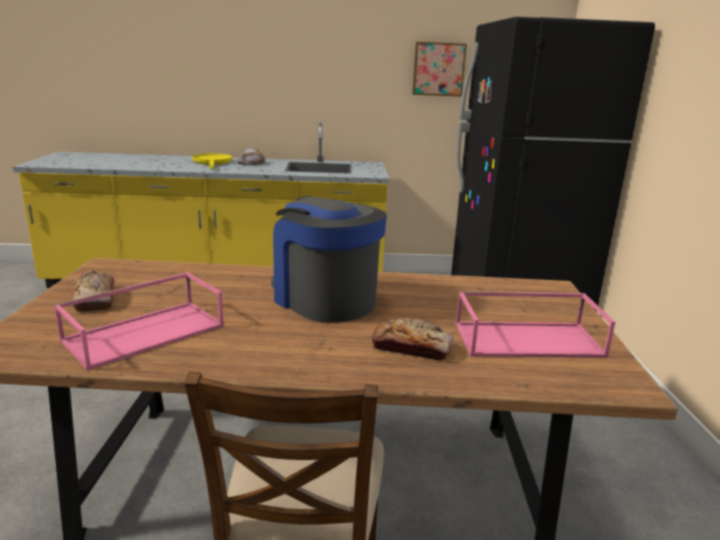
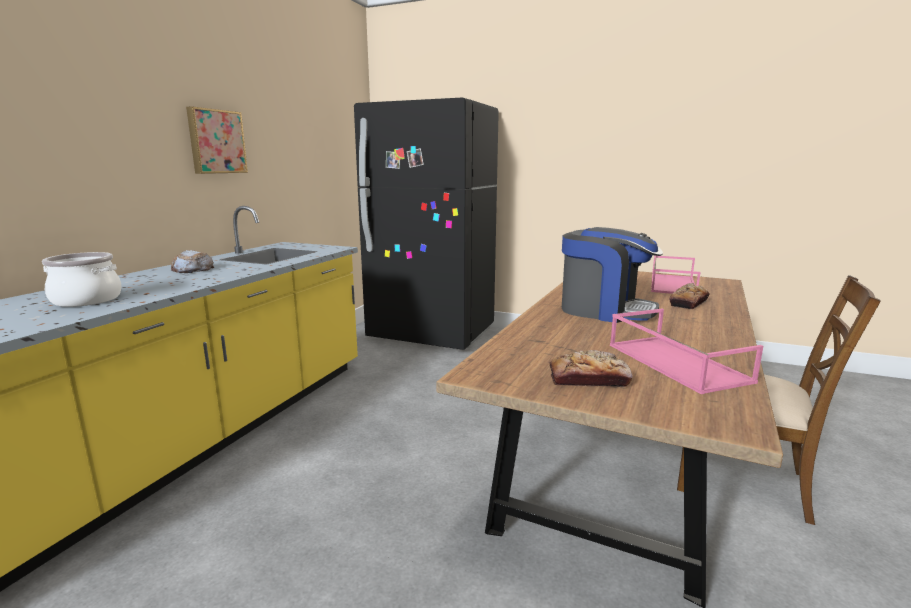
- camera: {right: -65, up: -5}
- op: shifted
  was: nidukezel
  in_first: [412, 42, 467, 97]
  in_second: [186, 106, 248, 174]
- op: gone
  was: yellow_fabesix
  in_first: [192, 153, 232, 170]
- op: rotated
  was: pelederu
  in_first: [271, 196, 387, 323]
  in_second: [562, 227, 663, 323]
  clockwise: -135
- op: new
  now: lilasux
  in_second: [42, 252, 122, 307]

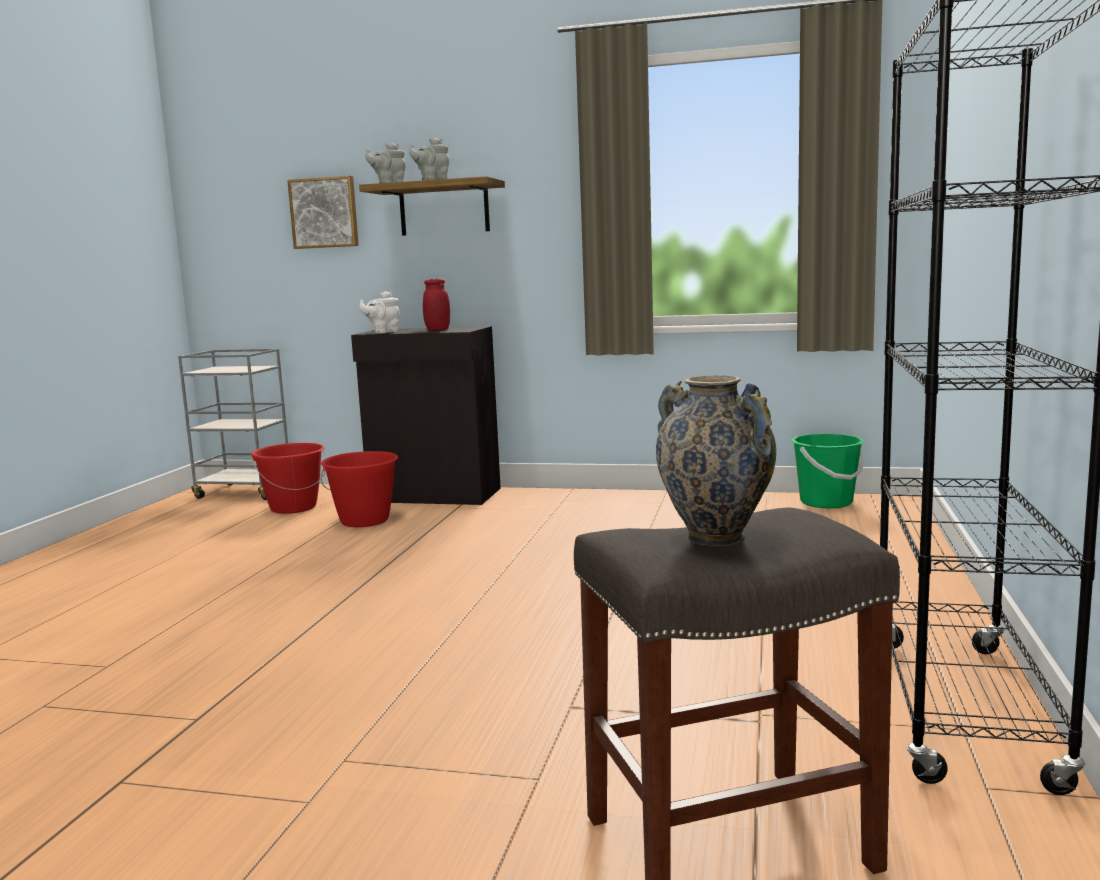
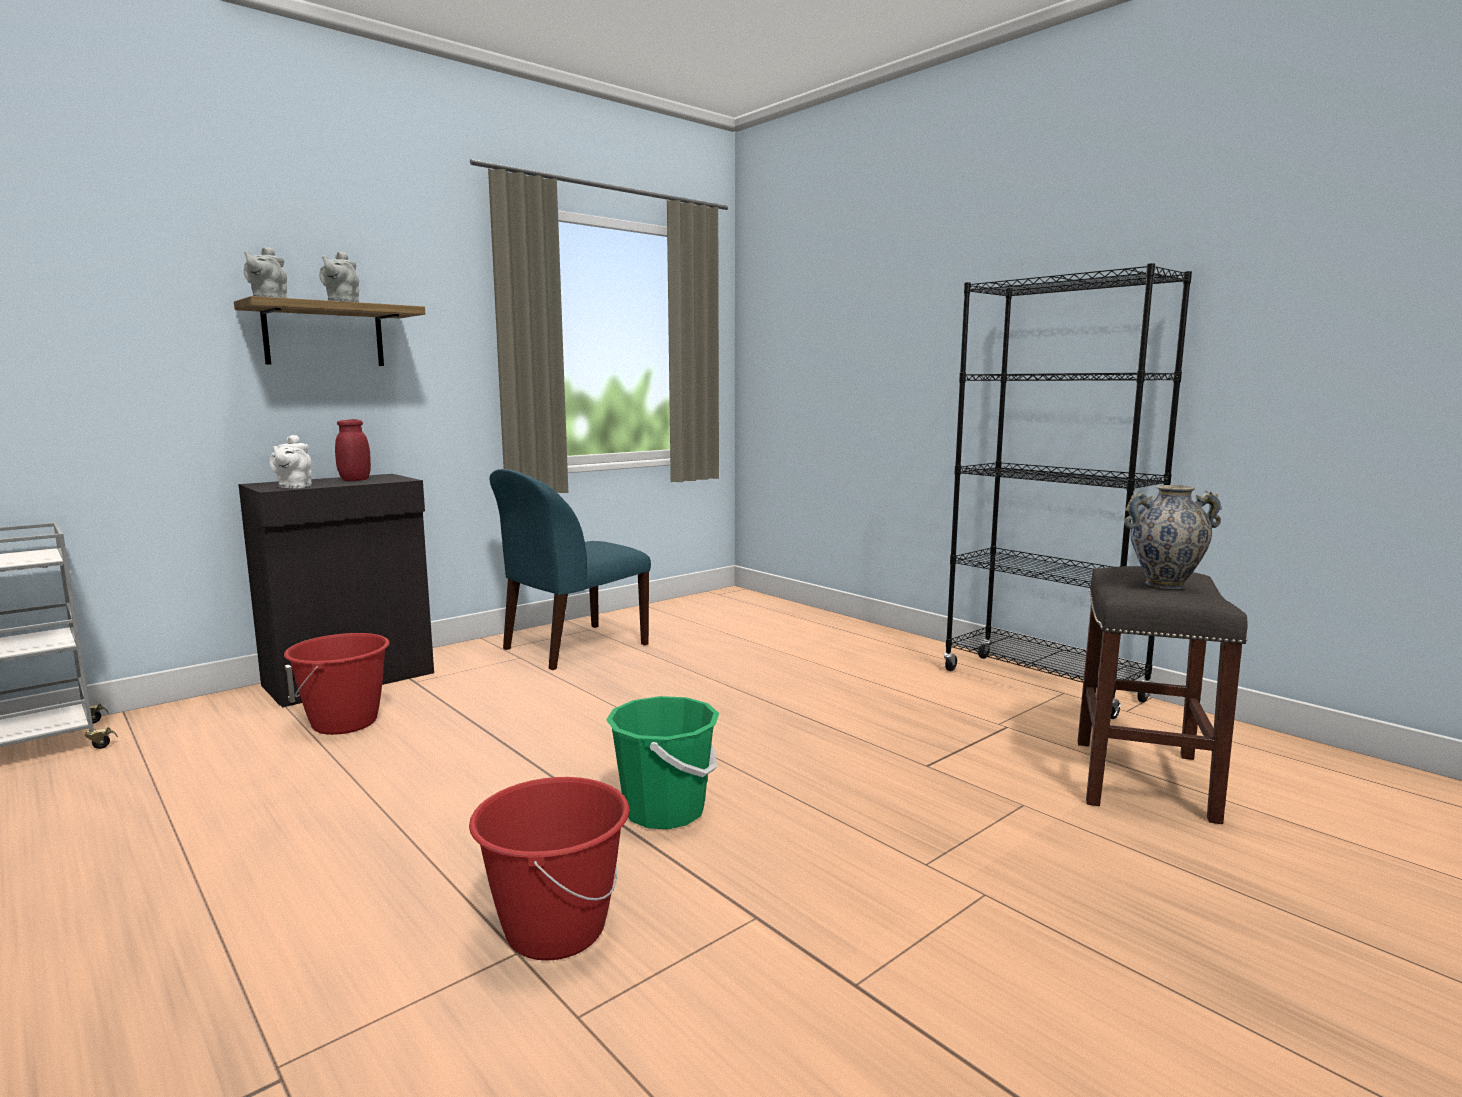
- camera: {right: -55, up: 0}
- op: gone
  was: nidukezel
  in_first: [287, 176, 359, 249]
- op: shifted
  was: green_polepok
  in_first: [791, 434, 864, 509]
  in_second: [606, 696, 719, 829]
- op: shifted
  was: red_polepok
  in_first: [251, 443, 327, 514]
  in_second: [469, 777, 630, 961]
- op: new
  now: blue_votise
  in_second: [490, 469, 651, 670]

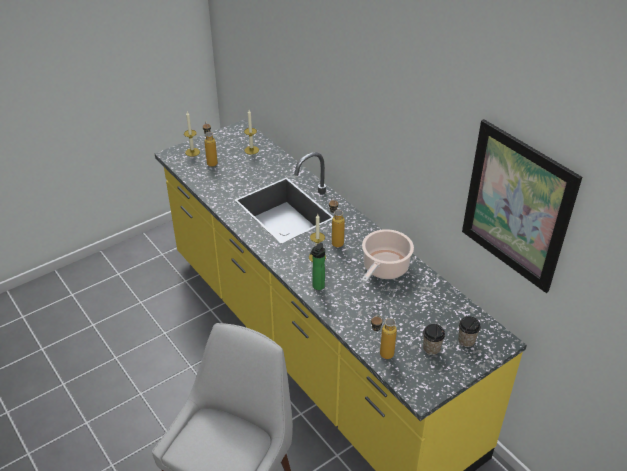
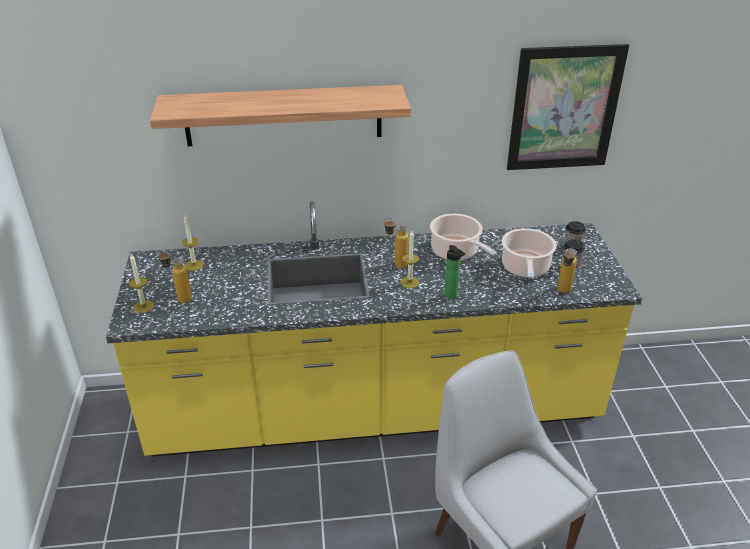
- camera: {right: -60, up: -5}
- op: new
  now: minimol
  in_second: [150, 85, 411, 146]
- op: new
  now: lilasux
  in_second: [502, 228, 557, 278]

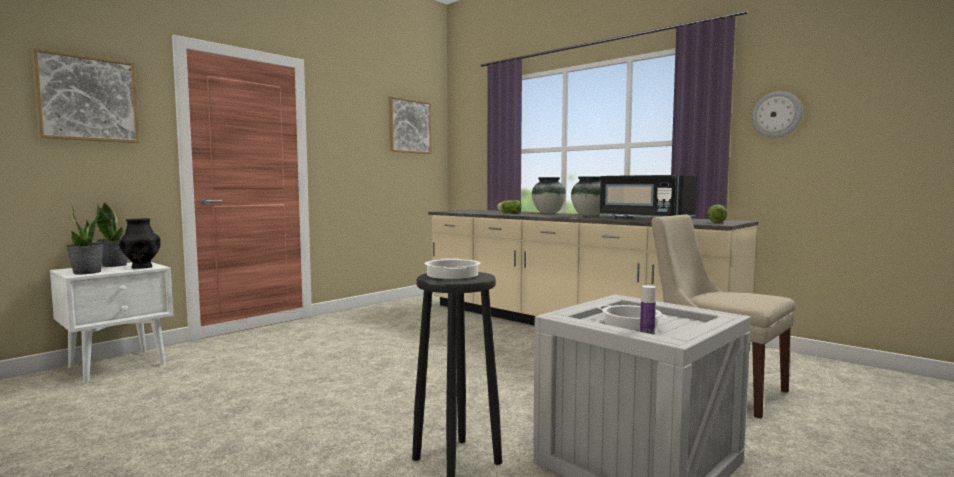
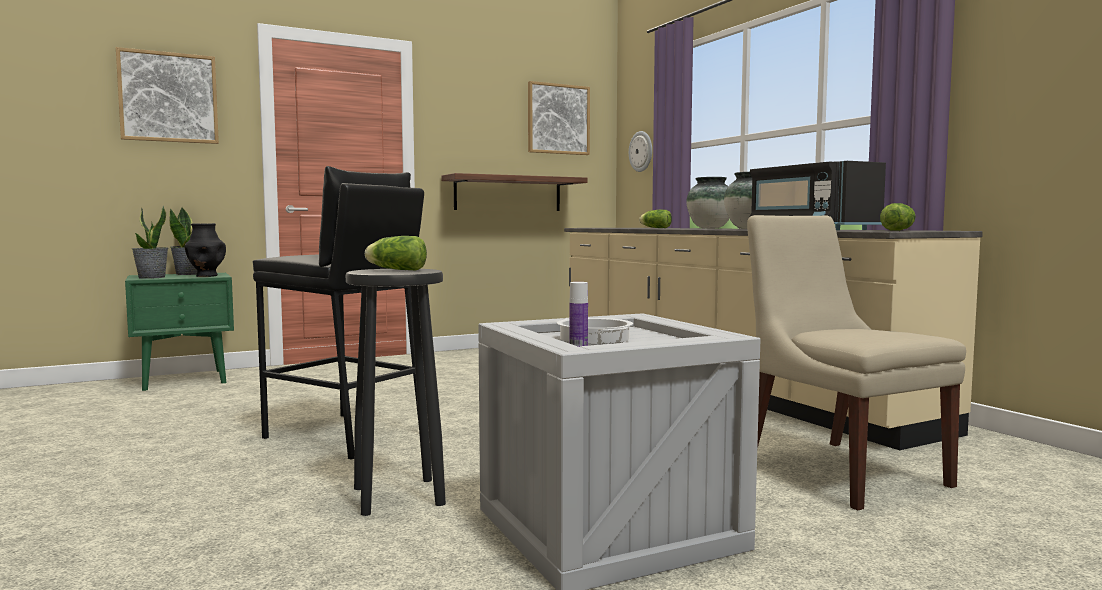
- camera: {right: 20, up: 0}
- op: shifted
  was: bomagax
  in_first: [752, 91, 803, 138]
  in_second: [629, 131, 652, 172]
- op: swapped
  was: lilasux
  now: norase
  in_first: [424, 258, 481, 279]
  in_second: [365, 236, 427, 270]
- op: repainted
  was: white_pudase
  now: green_pudase
  in_first: [50, 262, 173, 382]
  in_second: [125, 273, 234, 391]
- op: new
  now: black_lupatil
  in_second: [253, 166, 424, 460]
- op: new
  now: minimol
  in_second: [441, 173, 588, 211]

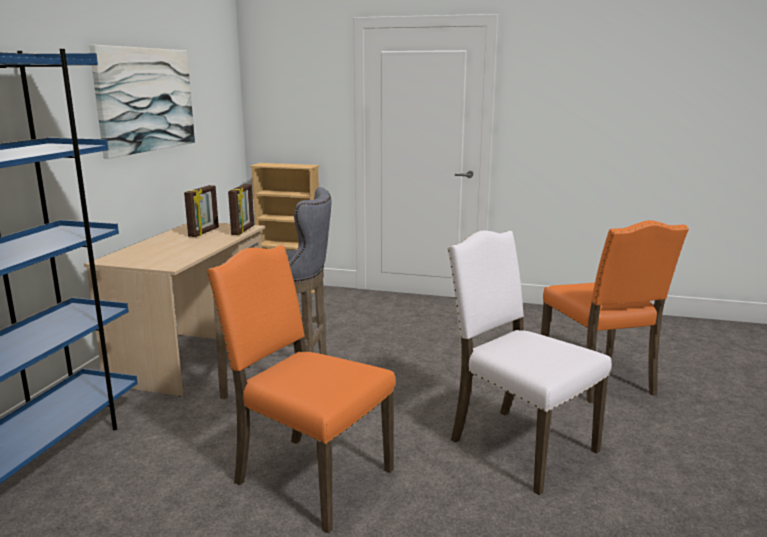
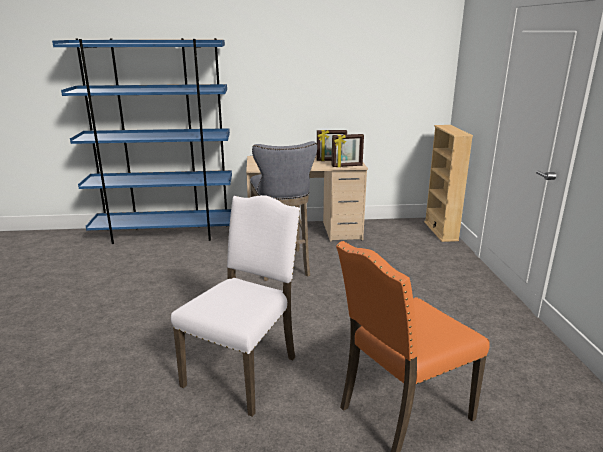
- camera: {right: 70, up: 5}
- op: gone
  was: nidukezel
  in_first: [89, 45, 195, 159]
- op: gone
  was: orange_votise
  in_first: [206, 245, 396, 533]

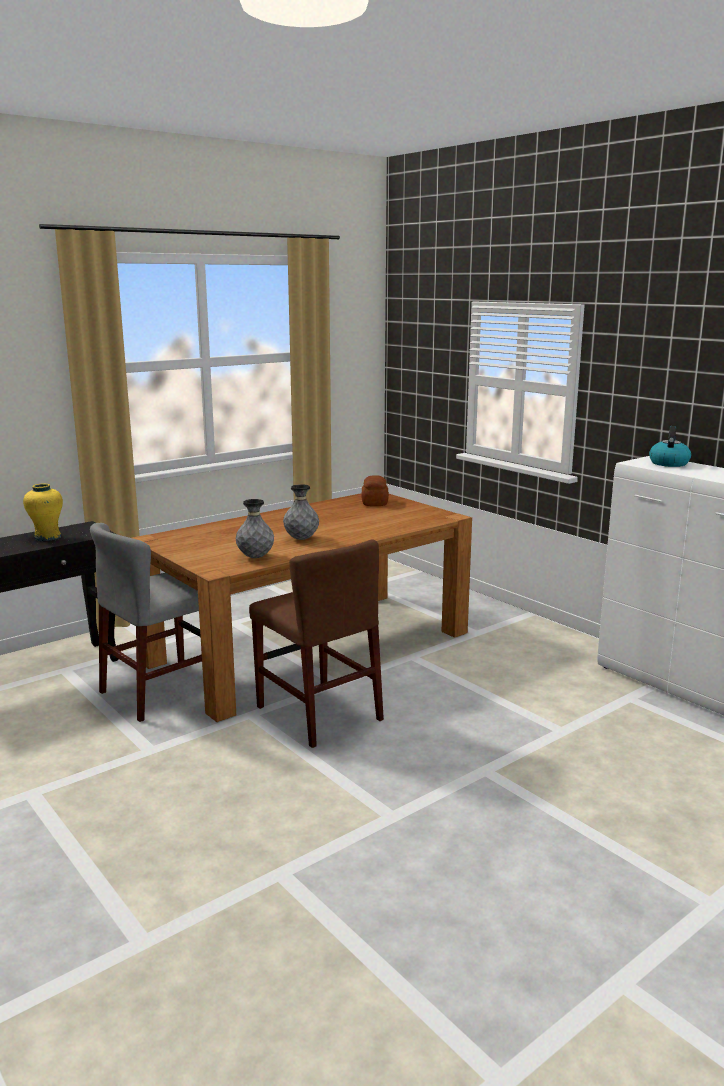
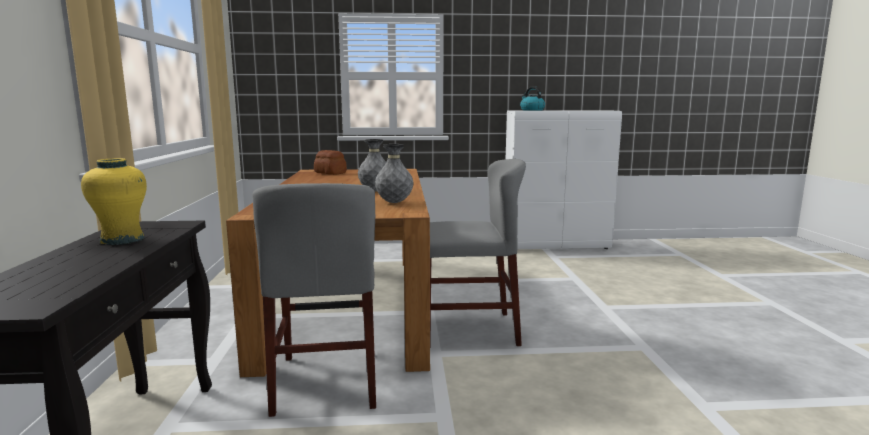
- camera: {right: -55, up: -5}
- op: repainted
  was: brown_votise
  now: grey_votise
  in_first: [249, 539, 384, 748]
  in_second: [430, 159, 526, 346]

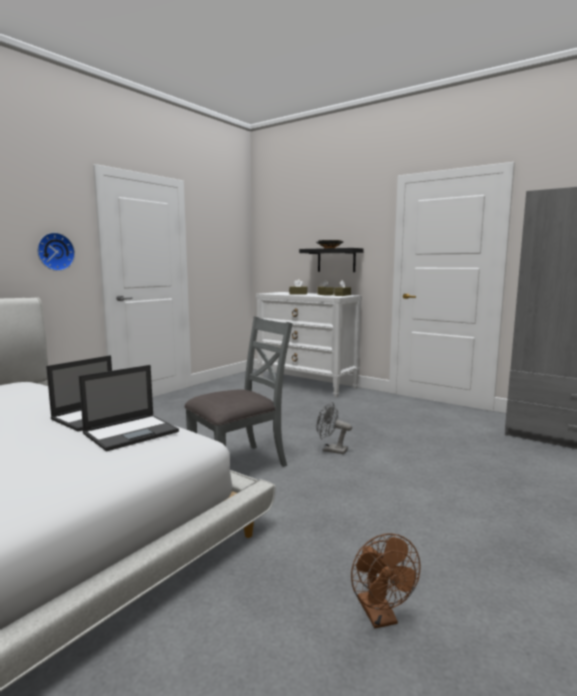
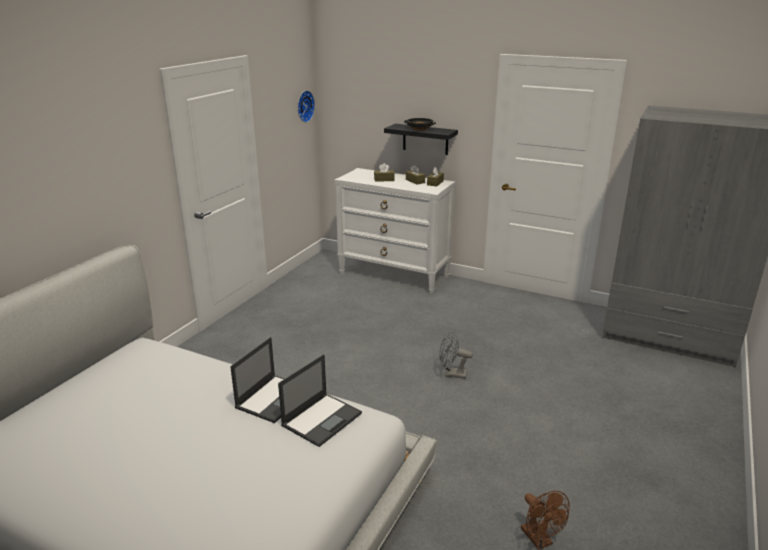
- camera: {right: -10, up: 15}
- op: shifted
  was: bomagax
  in_first: [37, 232, 75, 271]
  in_second: [298, 90, 315, 123]
- op: gone
  was: grey_votise
  in_first: [184, 316, 293, 467]

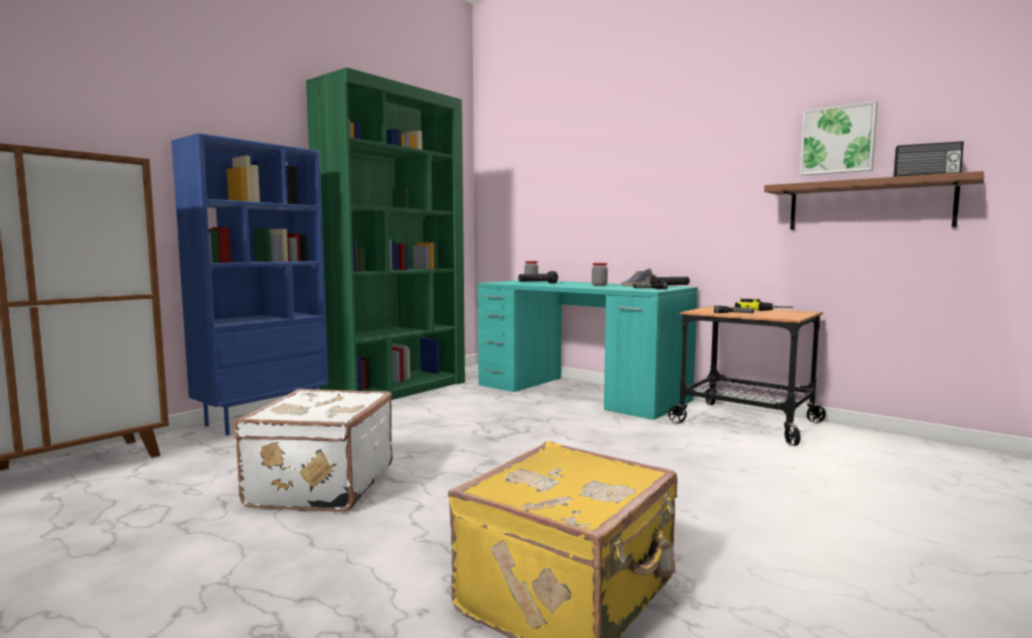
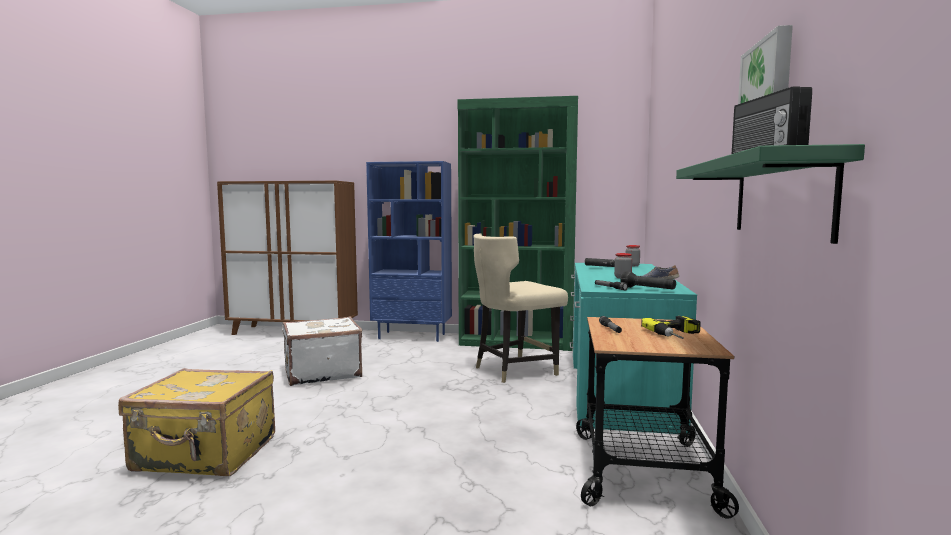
- camera: {right: 60, up: 0}
- op: repainted
  was: brown_minimol
  now: green_minimol
  in_first: [764, 171, 984, 230]
  in_second: [676, 144, 865, 244]
- op: new
  now: beige_votise
  in_second: [474, 233, 568, 383]

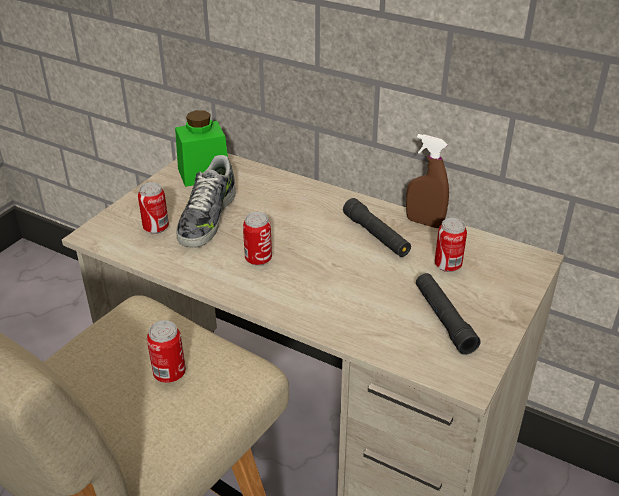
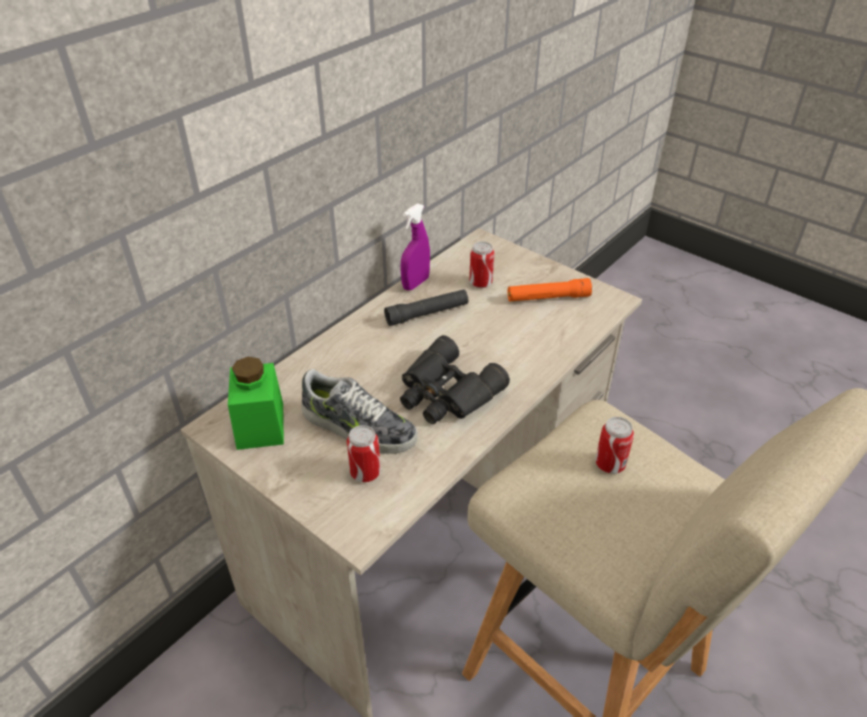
- camera: {right: -80, up: 5}
- op: repainted
  was: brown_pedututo
  now: purple_pedututo
  in_first: [406, 134, 449, 228]
  in_second: [401, 203, 430, 291]
- op: swapped
  was: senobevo
  now: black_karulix
  in_first: [243, 212, 272, 266]
  in_second: [400, 335, 510, 424]
- op: repainted
  was: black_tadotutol
  now: orange_tadotutol
  in_first: [416, 273, 481, 355]
  in_second: [507, 278, 592, 301]

